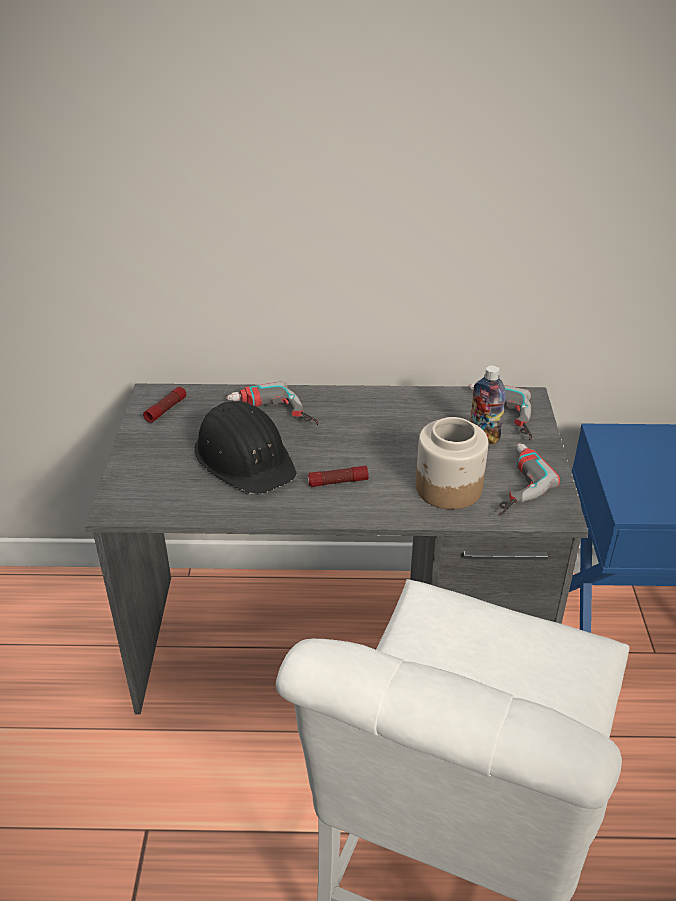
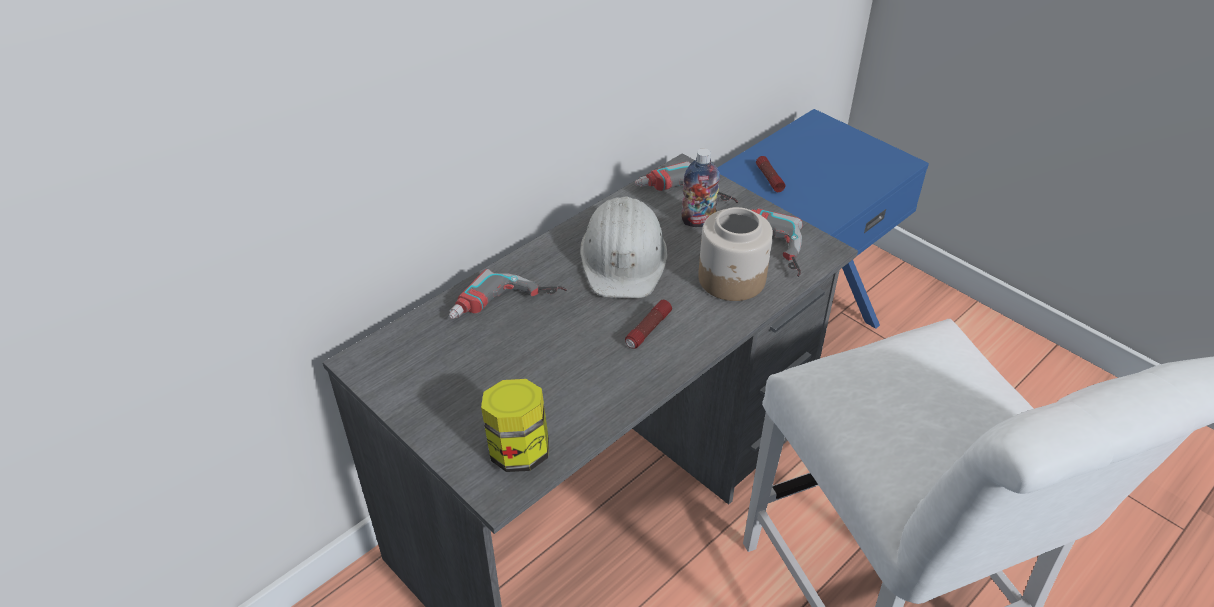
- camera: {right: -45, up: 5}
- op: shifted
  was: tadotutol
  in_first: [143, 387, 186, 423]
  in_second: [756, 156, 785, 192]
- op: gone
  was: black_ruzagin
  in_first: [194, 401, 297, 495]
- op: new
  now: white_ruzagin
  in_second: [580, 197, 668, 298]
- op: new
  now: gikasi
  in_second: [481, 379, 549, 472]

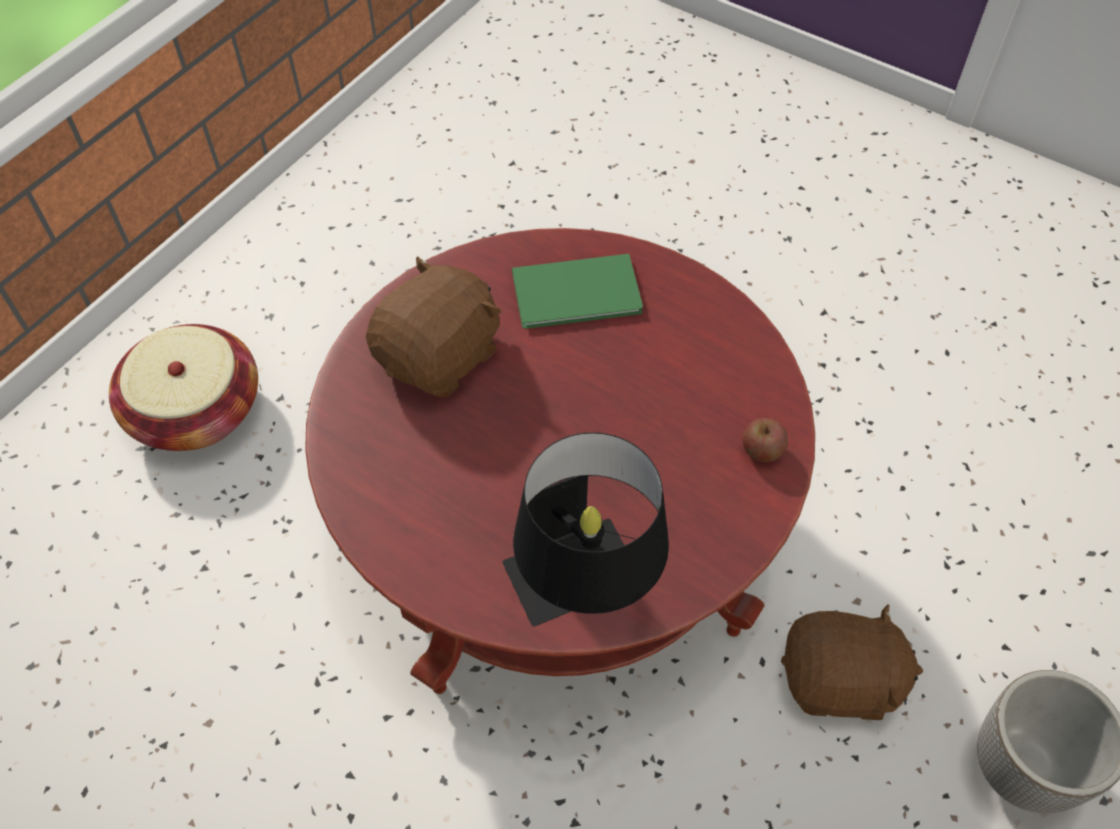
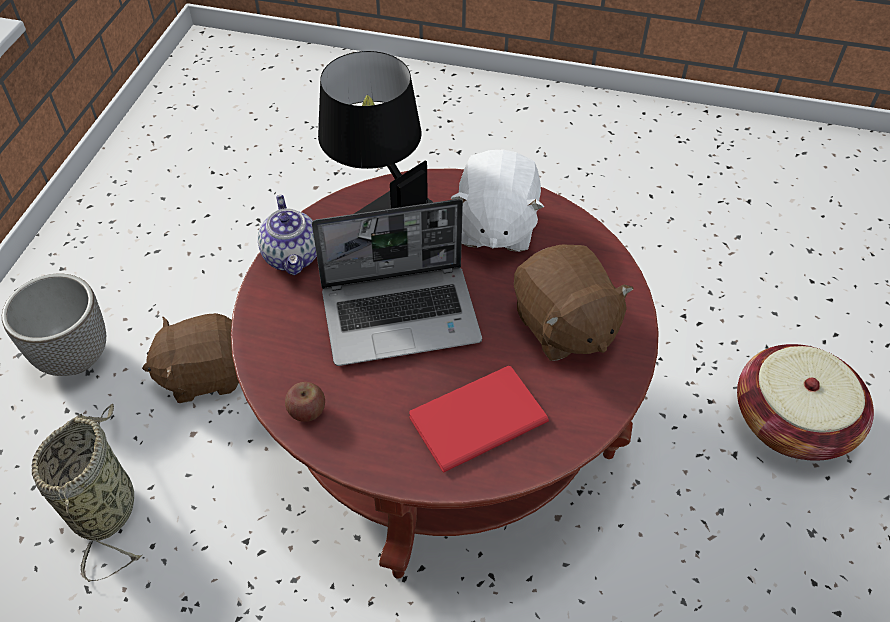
- camera: {right: 160, up: -5}
- op: repainted
  was: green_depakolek
  now: red_depakolek
  in_first: [512, 254, 643, 329]
  in_second: [409, 366, 549, 472]
- op: rotated
  was: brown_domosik
  in_first: [366, 256, 501, 398]
  in_second: [514, 245, 634, 361]
  clockwise: -45
- op: shifted
  was: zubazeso
  in_first: [743, 418, 788, 462]
  in_second: [285, 382, 325, 422]
- op: new
  now: white_domosik
  in_second: [450, 150, 544, 252]
- op: new
  now: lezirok
  in_second: [258, 195, 317, 276]
- op: new
  now: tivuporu
  in_second: [312, 199, 482, 366]
- op: new
  now: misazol
  in_second: [32, 404, 142, 582]

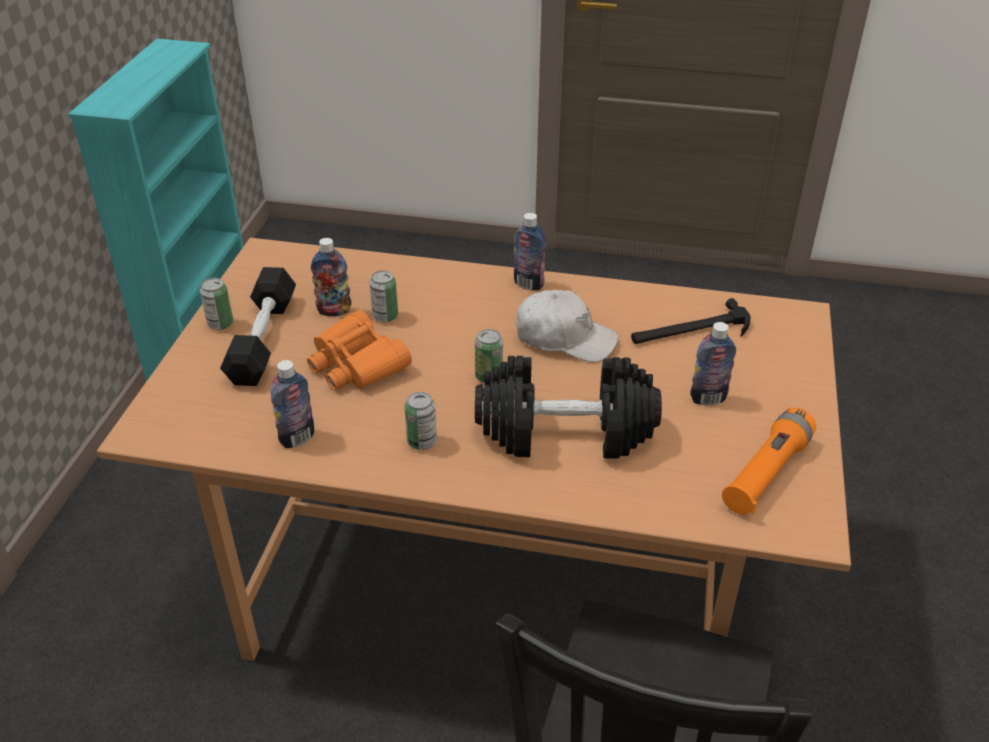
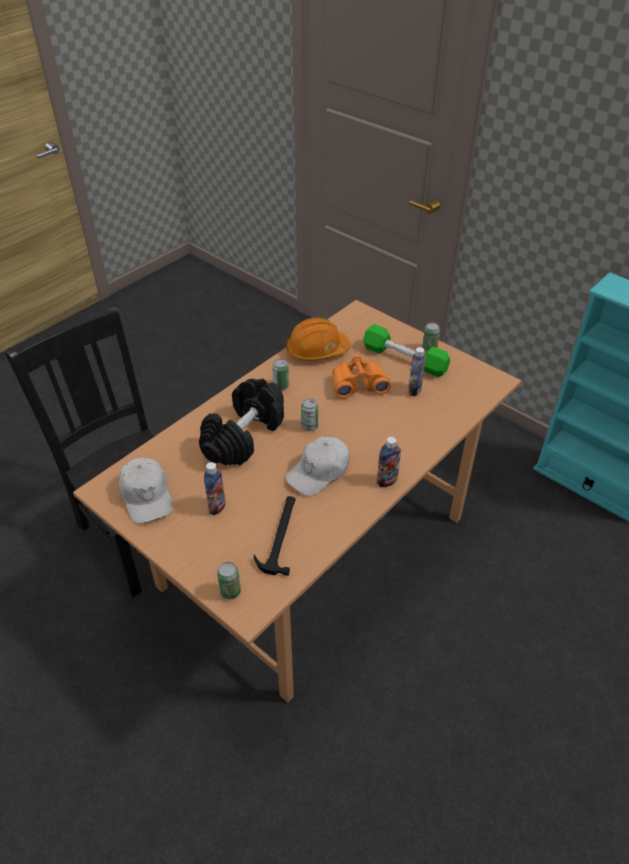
- camera: {right: 120, up: 5}
- op: repainted
  was: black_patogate
  now: green_patogate
  in_first: [220, 267, 296, 386]
  in_second: [363, 324, 450, 377]
- op: shifted
  was: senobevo
  in_first: [370, 270, 398, 322]
  in_second: [217, 562, 241, 599]
- op: swapped
  was: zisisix
  now: orange_ruzagin
  in_first: [271, 360, 314, 448]
  in_second: [286, 317, 350, 361]
- op: swapped
  was: orange_tadotutol
  now: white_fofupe
  in_first: [722, 407, 816, 515]
  in_second: [119, 458, 173, 524]

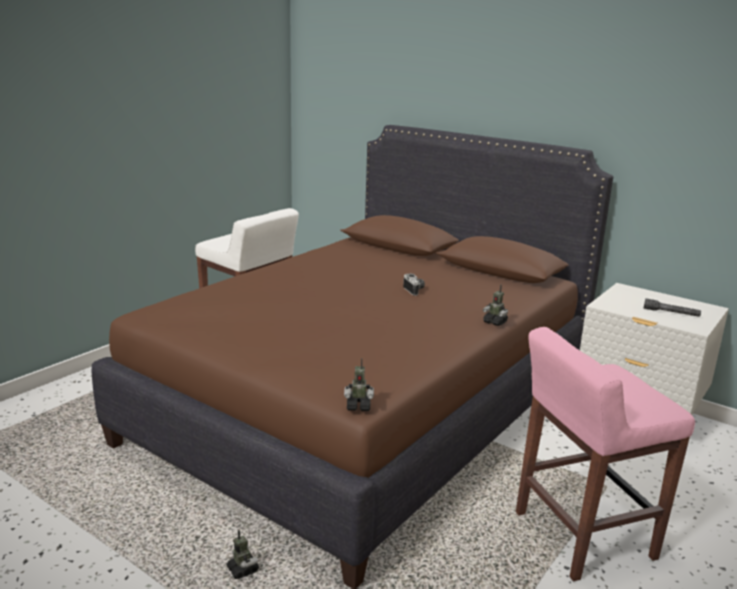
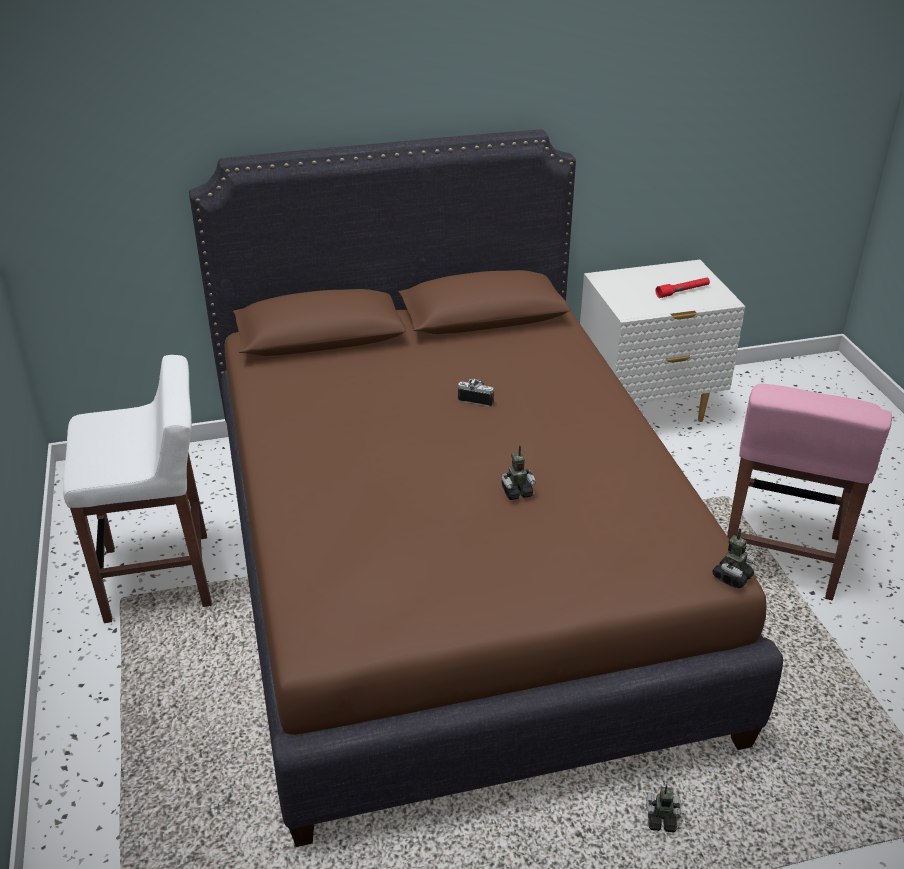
- camera: {right: -50, up: 15}
- op: shifted
  was: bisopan
  in_first: [483, 285, 508, 326]
  in_second: [502, 445, 536, 500]
- op: repainted
  was: grey_tadotutol
  now: red_tadotutol
  in_first: [644, 298, 701, 317]
  in_second: [655, 277, 710, 298]

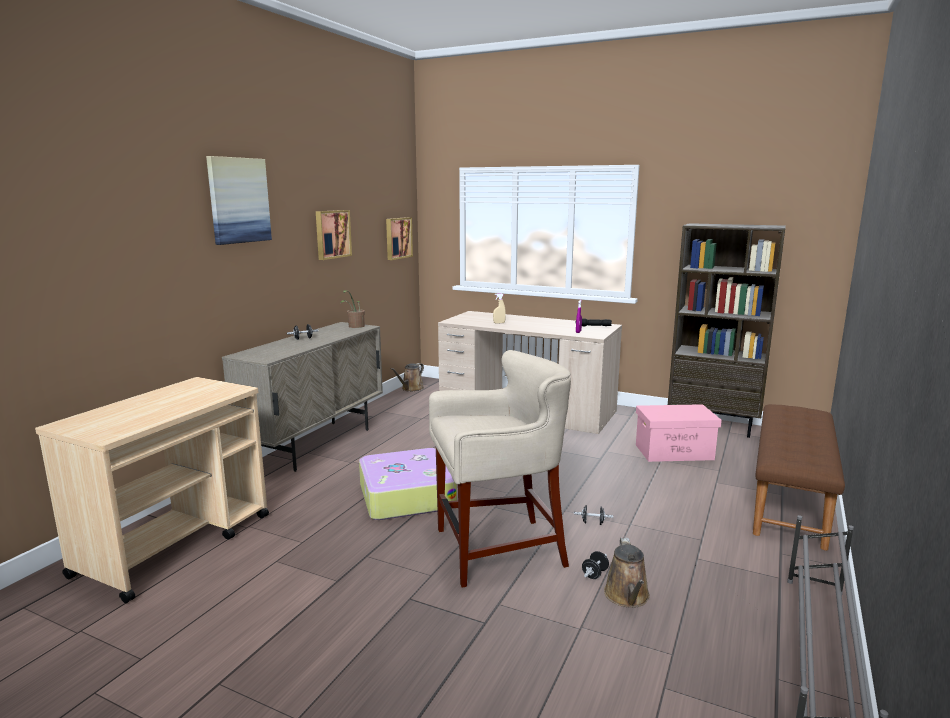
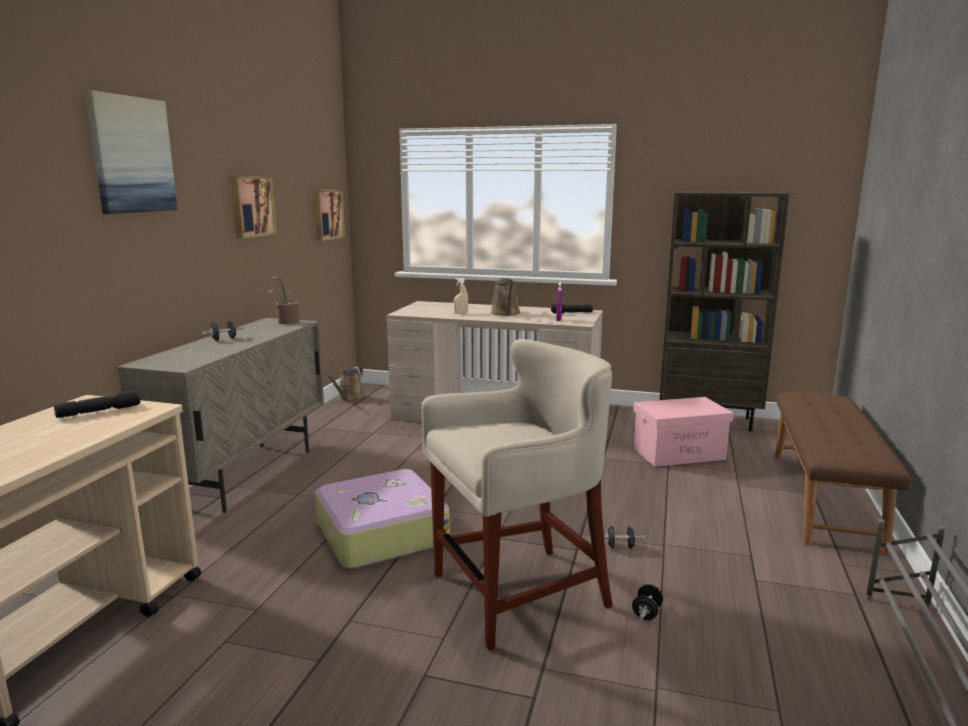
- camera: {right: -10, up: 0}
- op: shifted
  was: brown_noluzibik
  in_first: [604, 538, 650, 608]
  in_second: [490, 278, 520, 316]
- op: new
  now: black_tadotutol
  in_second: [53, 390, 140, 418]

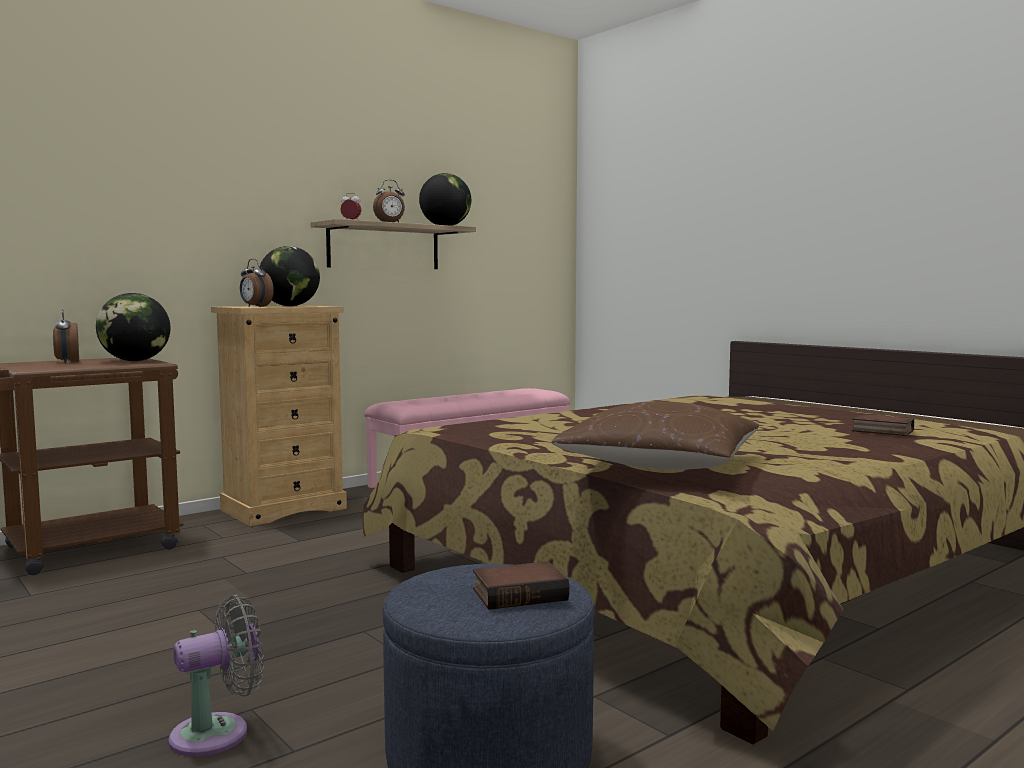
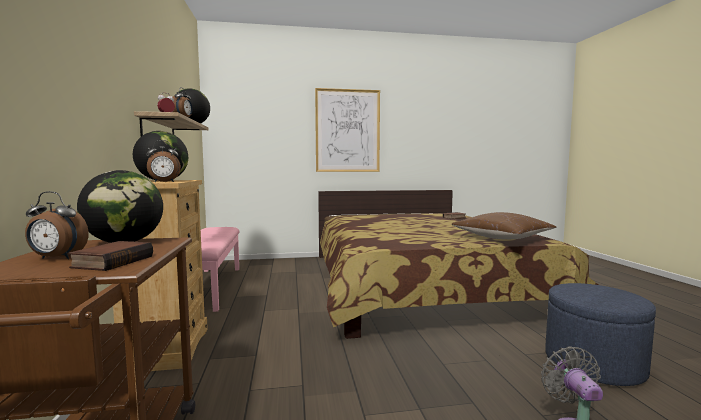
- camera: {right: -60, up: 0}
- op: shifted
  was: depakolek
  in_first: [473, 561, 569, 610]
  in_second: [68, 241, 153, 271]
- op: new
  now: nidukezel
  in_second: [315, 88, 380, 172]

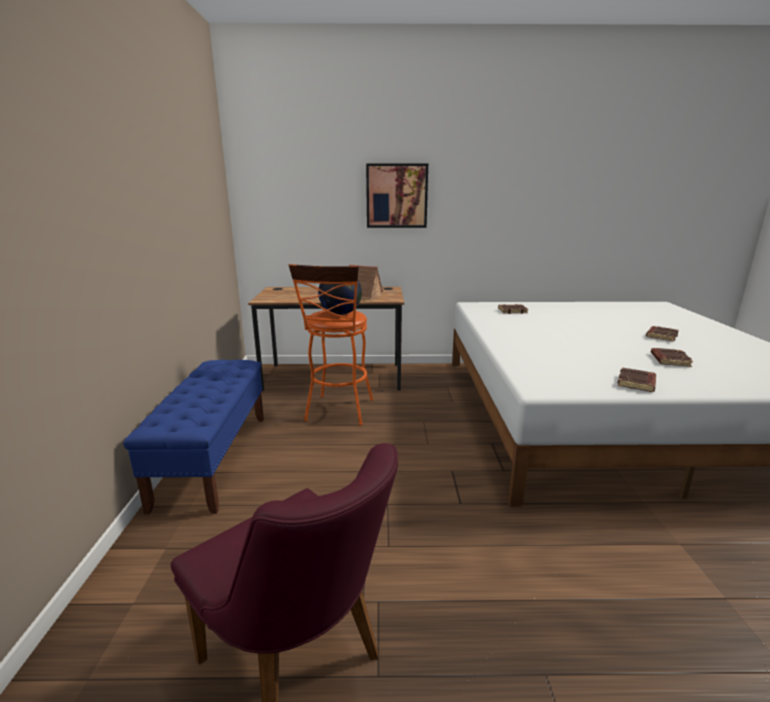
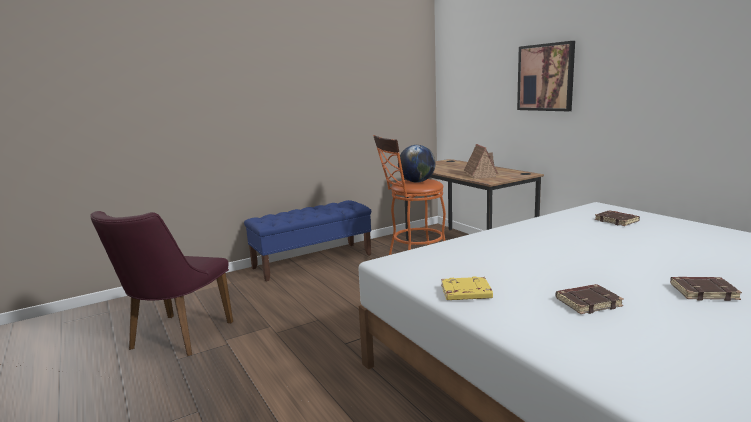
- camera: {right: 60, up: -5}
- op: repainted
  was: brown_depakolek
  now: yellow_depakolek
  in_first: [618, 367, 656, 392]
  in_second: [441, 276, 493, 300]

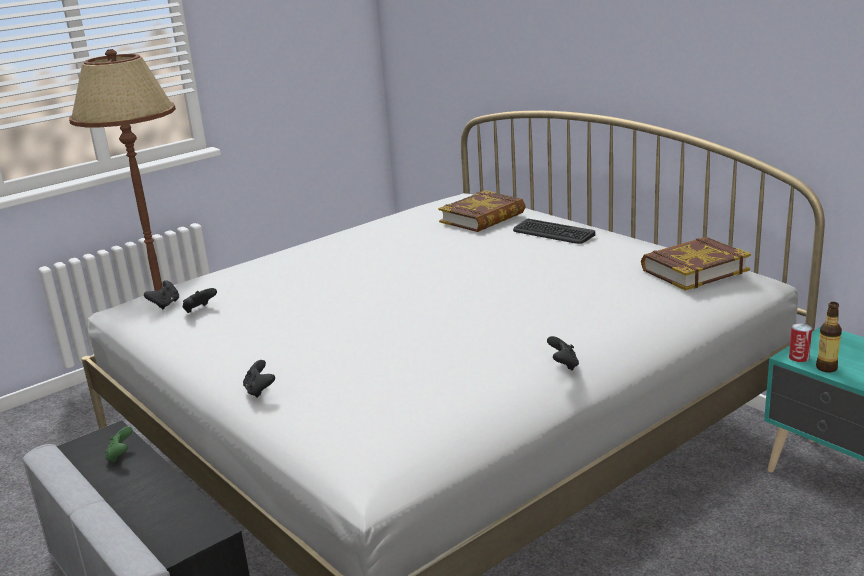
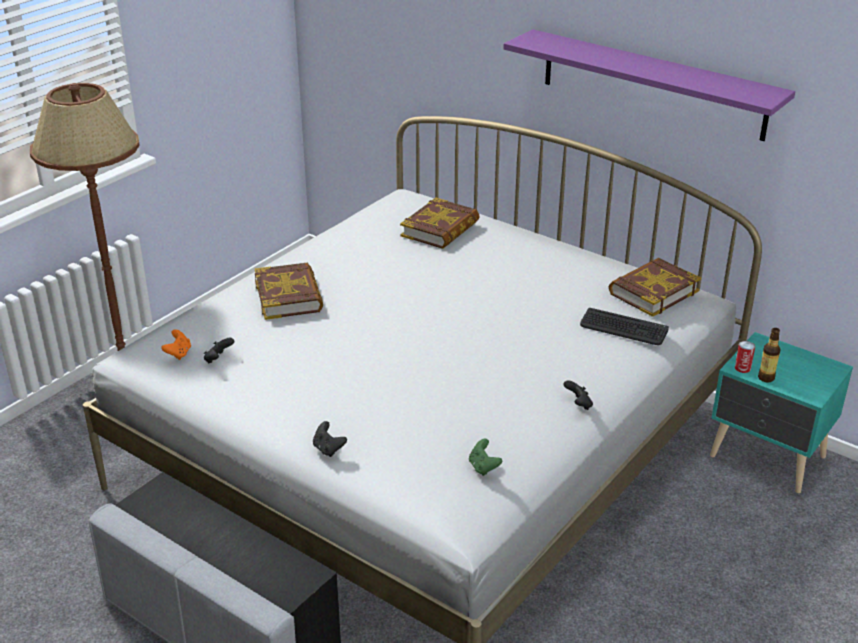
- camera: {right: -15, up: 10}
- op: shifted
  was: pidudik
  in_first: [513, 219, 595, 244]
  in_second: [580, 308, 669, 345]
- op: repainted
  was: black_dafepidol
  now: orange_dafepidol
  in_first: [144, 280, 179, 309]
  in_second: [161, 329, 191, 360]
- op: shifted
  was: green_dafepidol
  in_first: [105, 426, 133, 463]
  in_second: [469, 439, 502, 476]
- op: new
  now: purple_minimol
  in_second: [503, 29, 795, 141]
- op: new
  now: depakolek
  in_second: [255, 263, 323, 320]

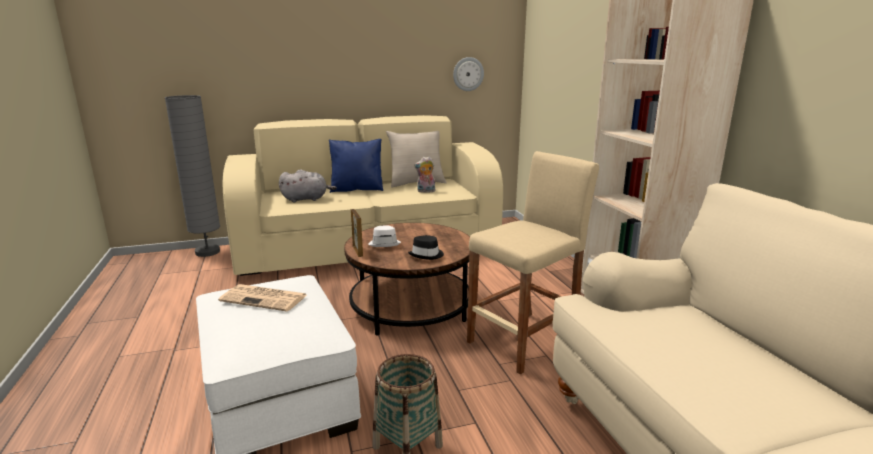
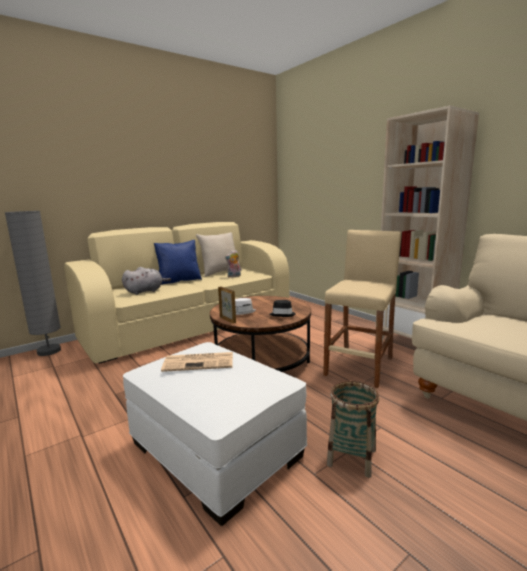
- camera: {right: -20, up: -5}
- op: gone
  was: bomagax
  in_first: [453, 57, 484, 91]

